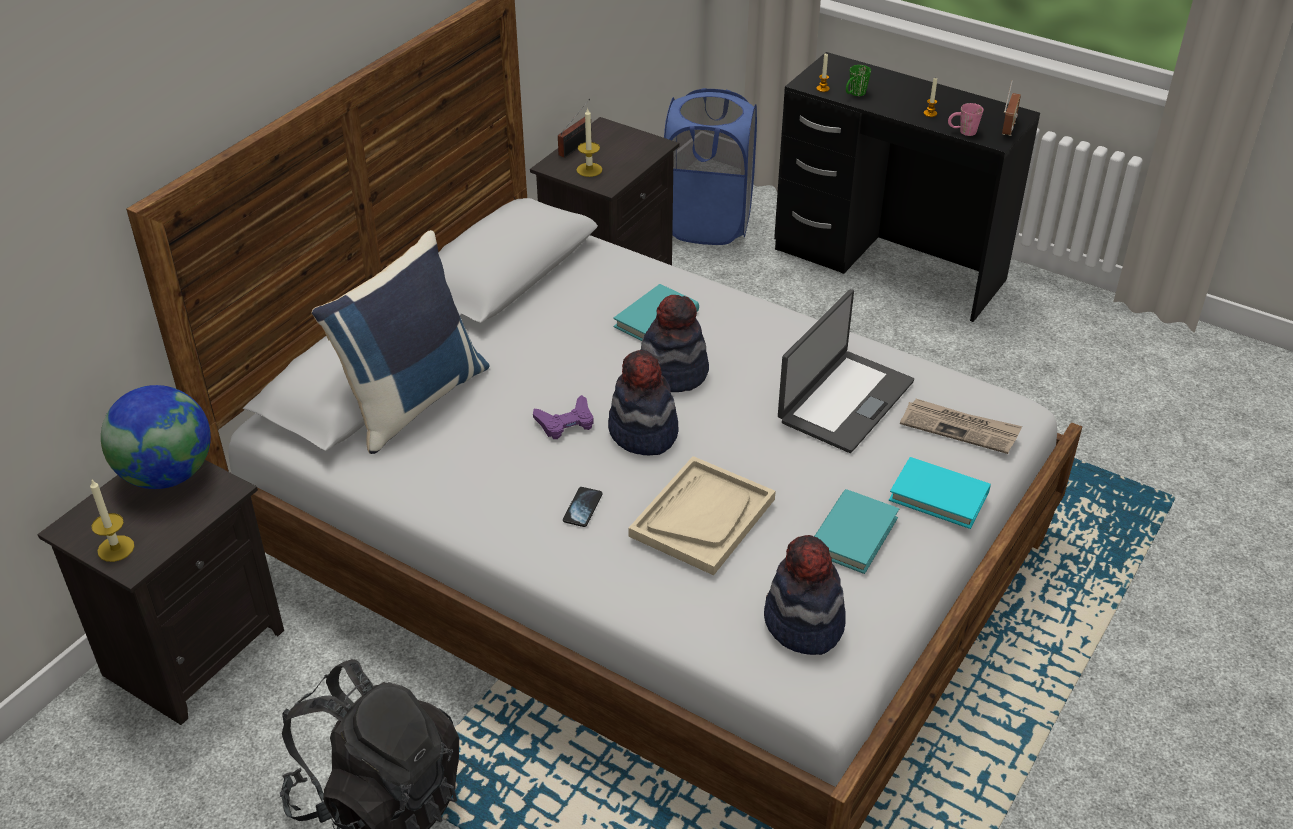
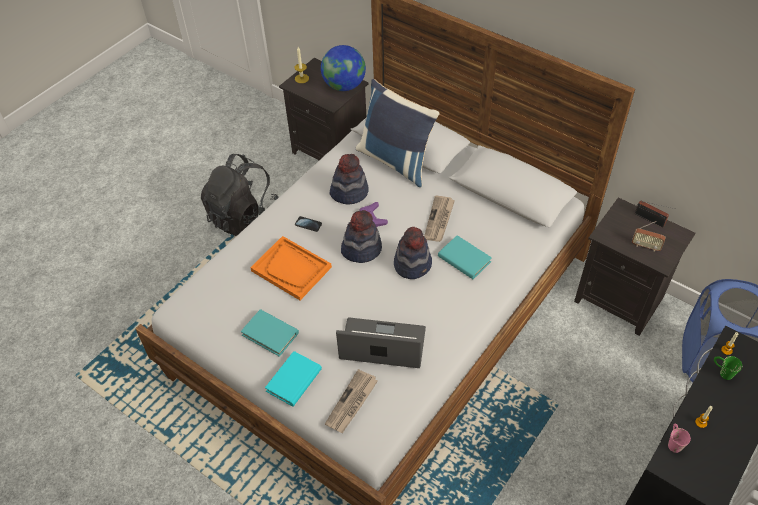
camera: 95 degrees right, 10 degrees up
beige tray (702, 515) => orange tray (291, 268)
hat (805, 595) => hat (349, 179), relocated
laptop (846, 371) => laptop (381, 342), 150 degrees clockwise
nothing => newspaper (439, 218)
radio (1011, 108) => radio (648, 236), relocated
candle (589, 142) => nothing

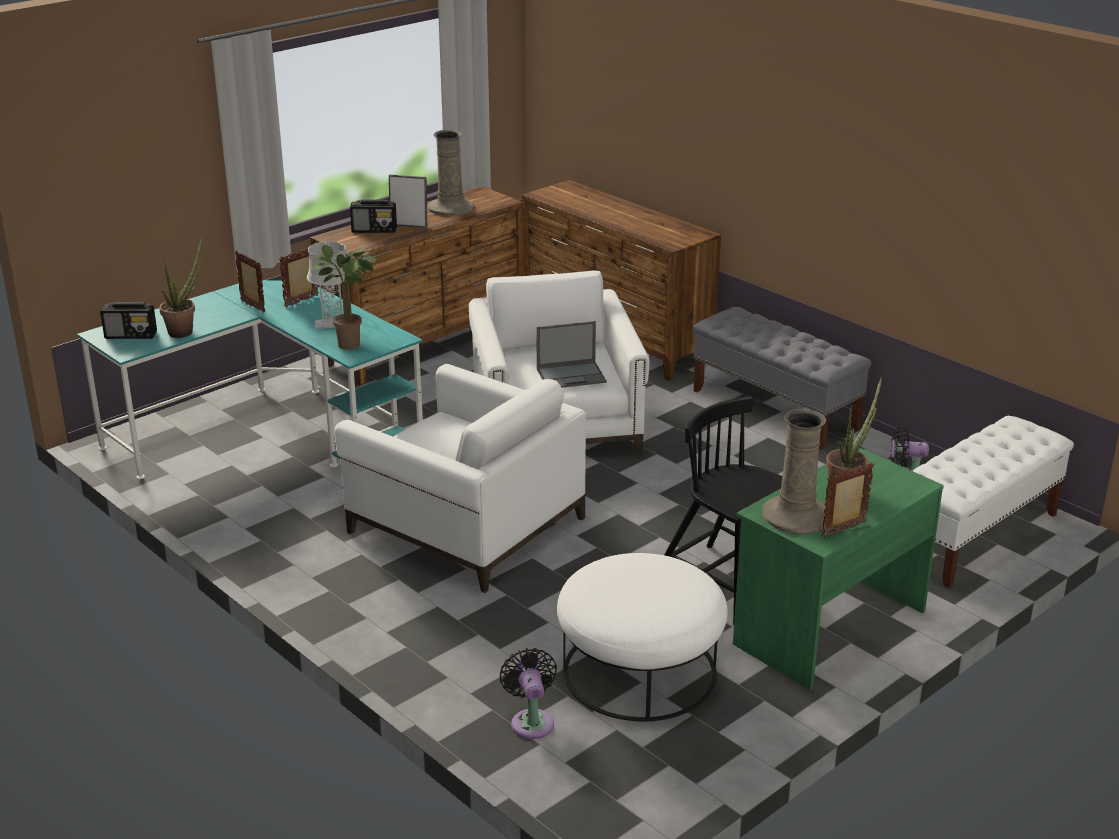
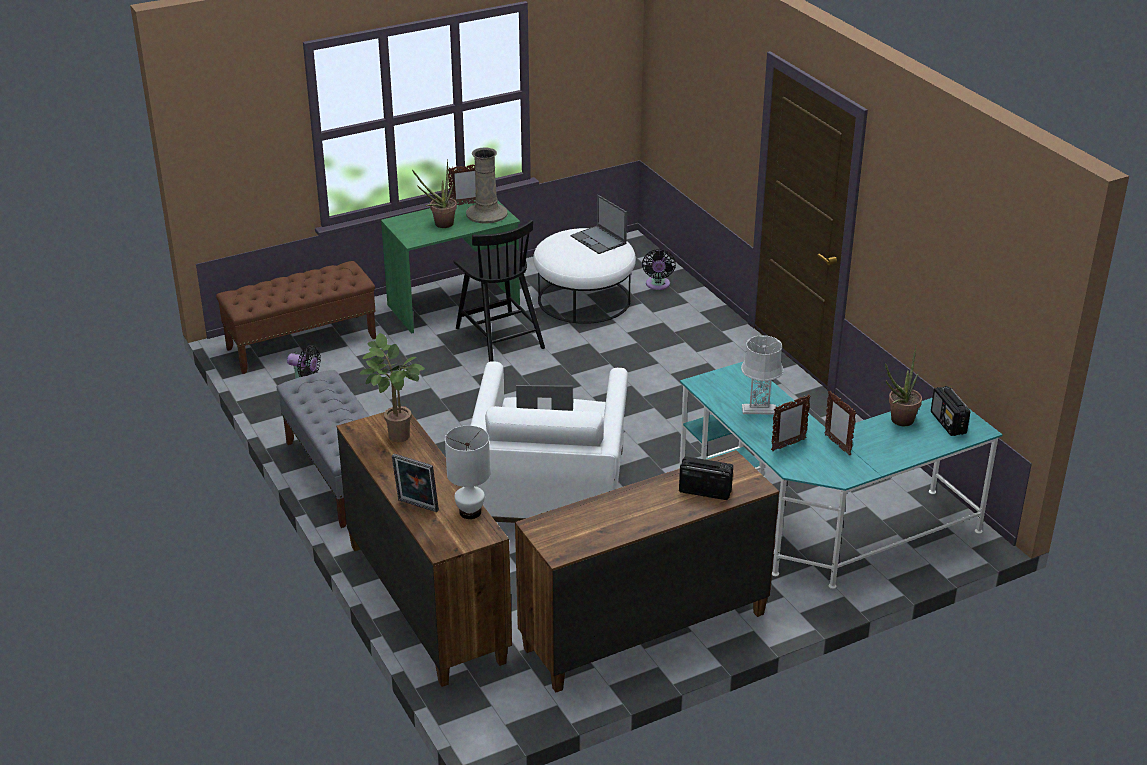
camera: 165 degrees left, 5 degrees up
white bench (993, 502) => brown bench (296, 317)
potted plant (344, 297) => potted plant (392, 387), relocated
picture frame (408, 201) => picture frame (415, 483), relocated
nothing => white table lamp (467, 472)
nothing => laptop (599, 224)
radio (128, 320) => radio (950, 411), 120 degrees counterclockwise
white armchair (460, 478) => nothing
beige vase (451, 173) => nothing

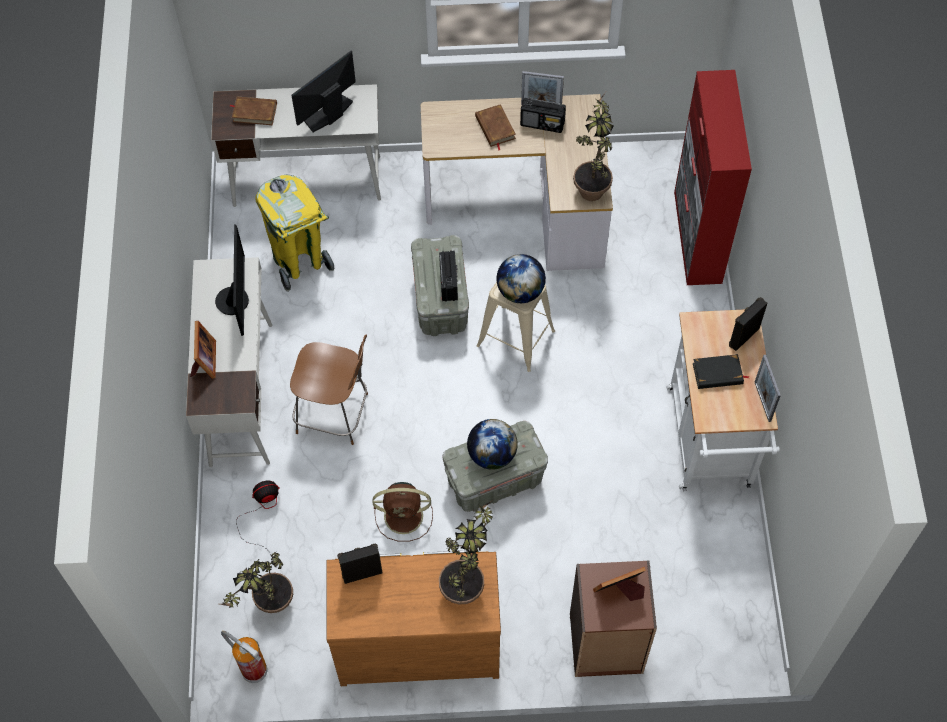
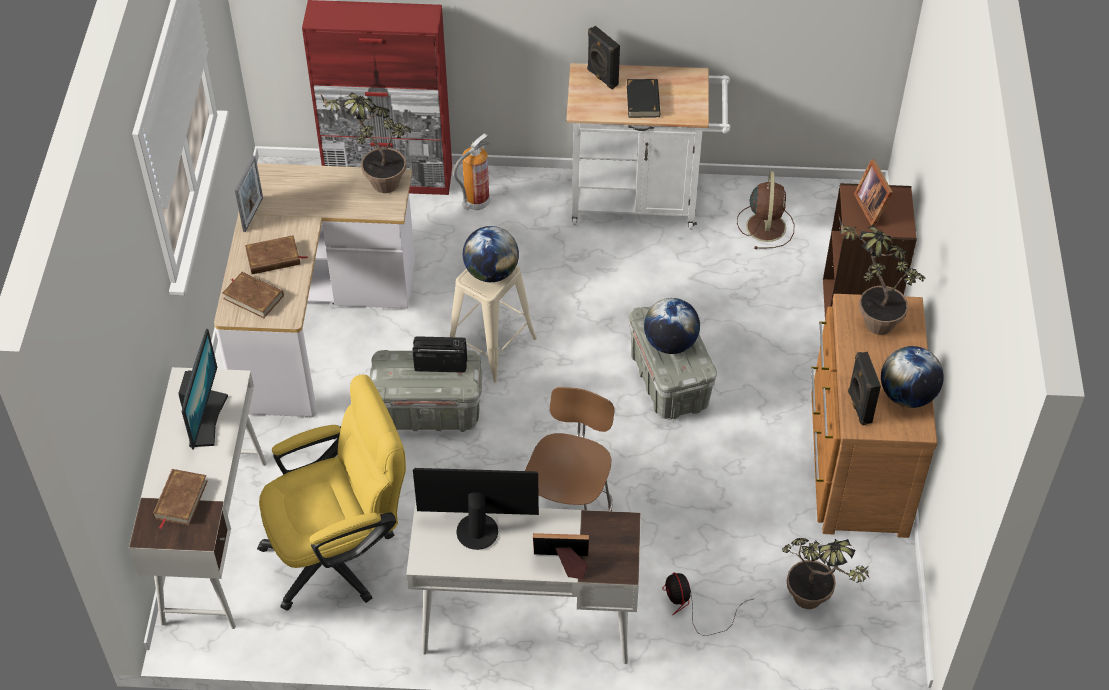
camera: 85 degrees left, 10 degrees down
monitor (323, 91) => monitor (203, 389), 135 degrees counterclockwise
nothing => brown book (253, 295)
yellow trash can (294, 233) => yellow office chair (331, 492)
fire extinguisher (244, 657) => fire extinguisher (471, 171), relocated
brown fan (402, 512) => brown fan (765, 210), relocated
nothing => globe (912, 377)
radio (543, 115) => nothing
picture frame (768, 388) => nothing

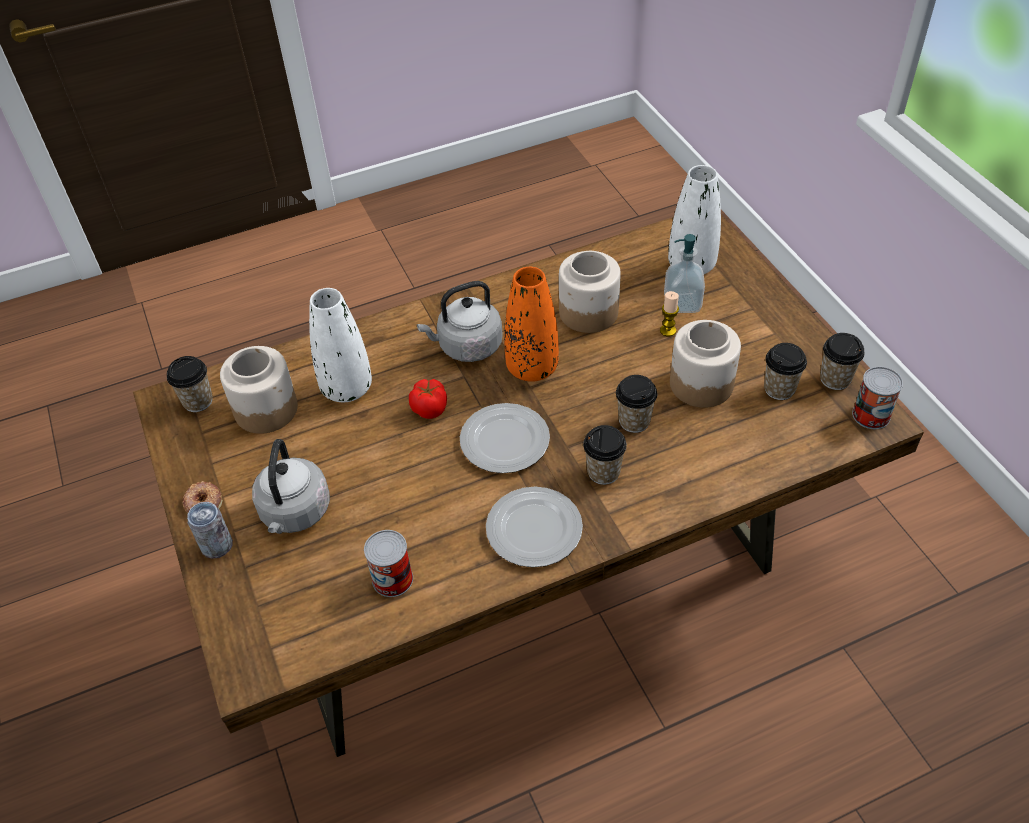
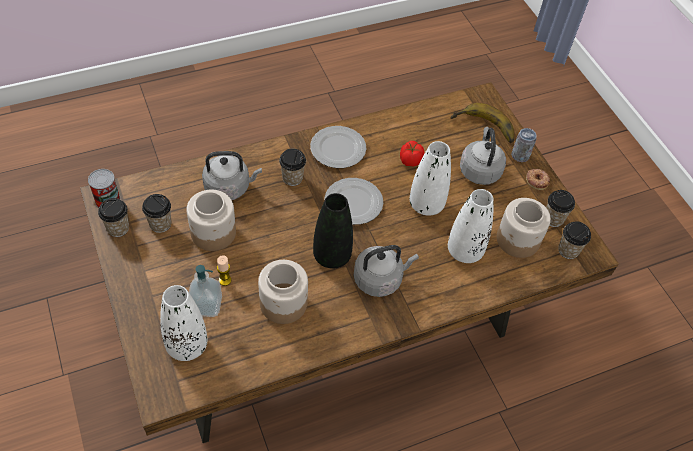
camera: 175 degrees right, 5 degrees up
nothing => grey kettle (232, 175)
orange vase (532, 324) => black vase (333, 231)
tomato (428, 399) => tomato (412, 154), relocated
nothing => white vase (430, 178)
nothing => banana (482, 123)
cup (636, 404) => cup (560, 208), relocated
can (388, 563) => nothing

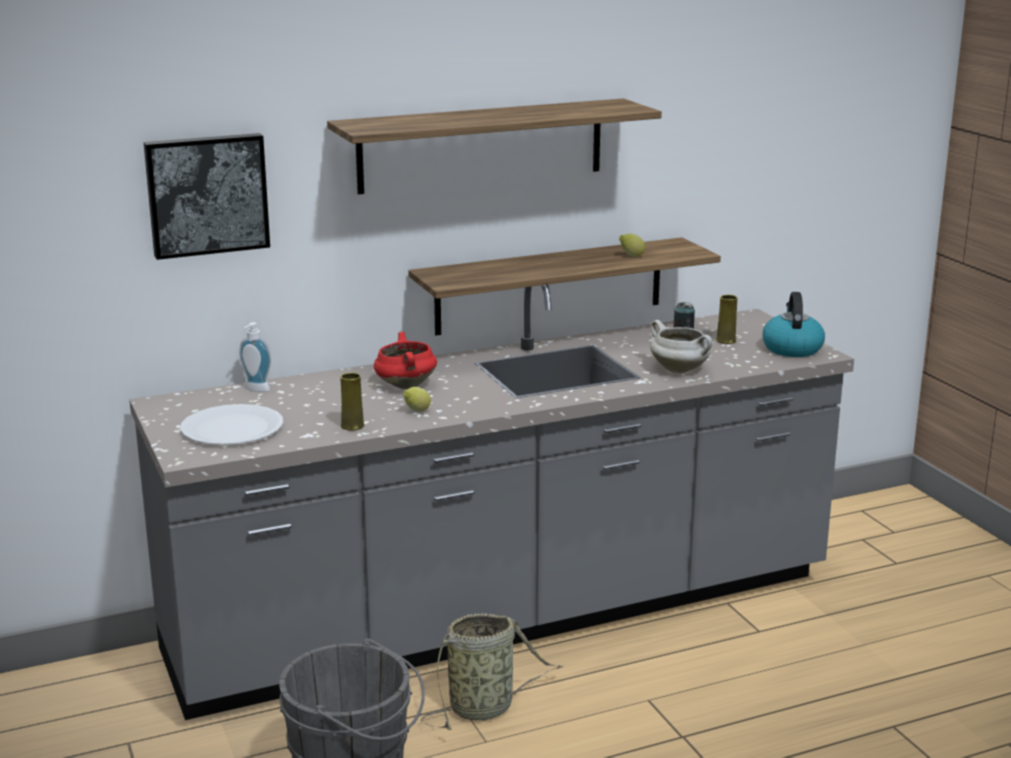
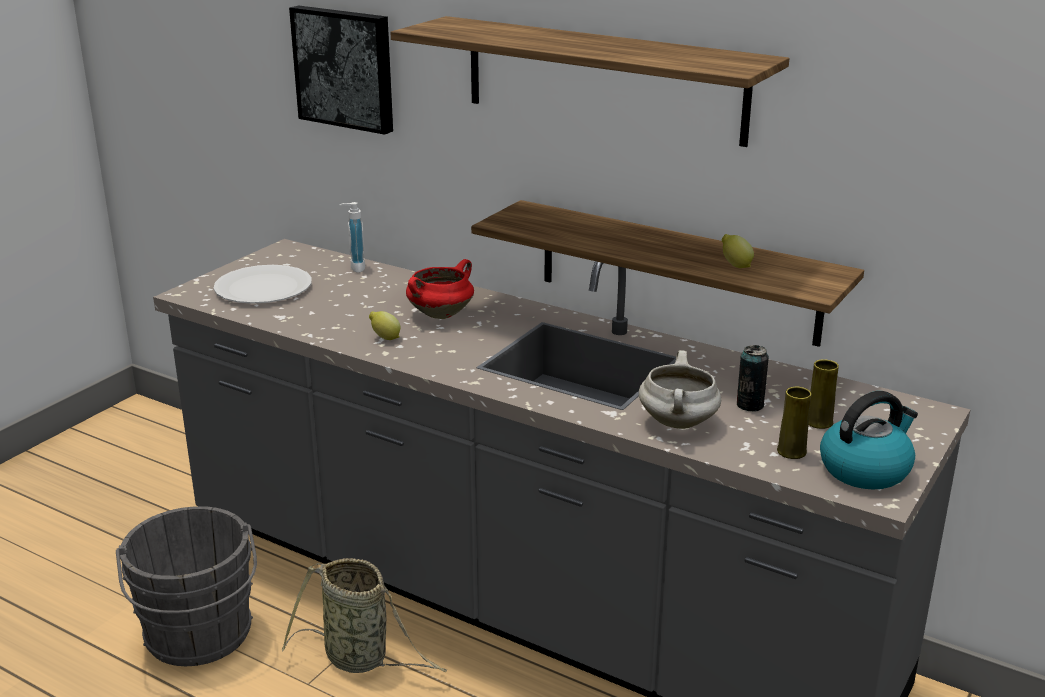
camera: 55 degrees right, 5 degrees up
yellow vase (352, 401) => yellow vase (794, 423), relocated

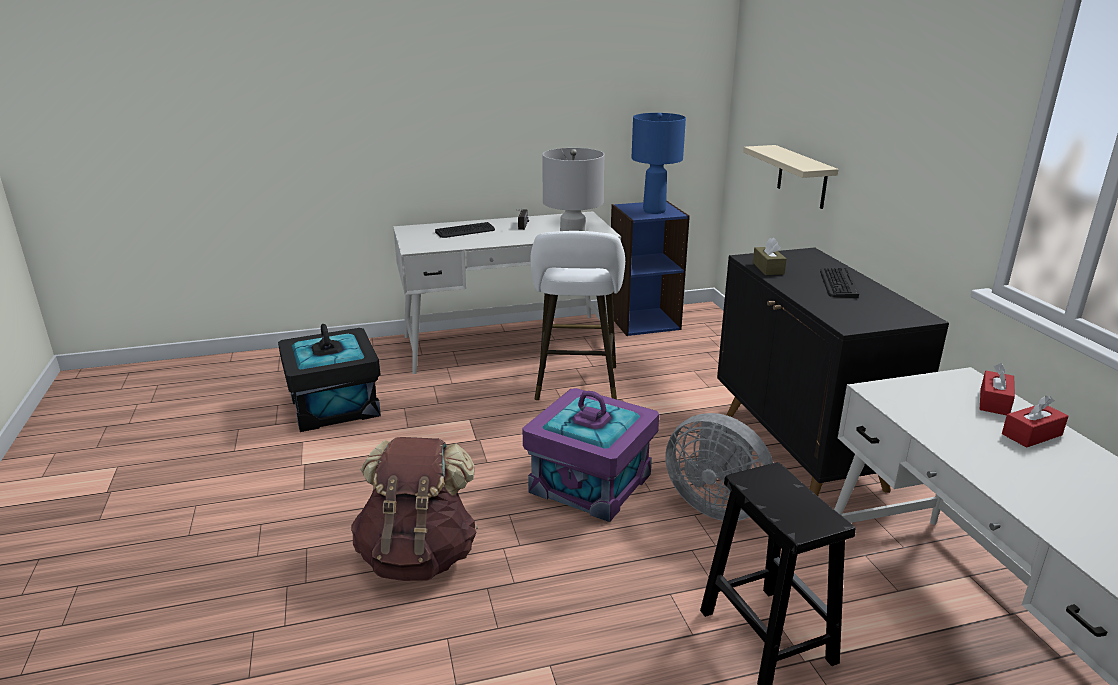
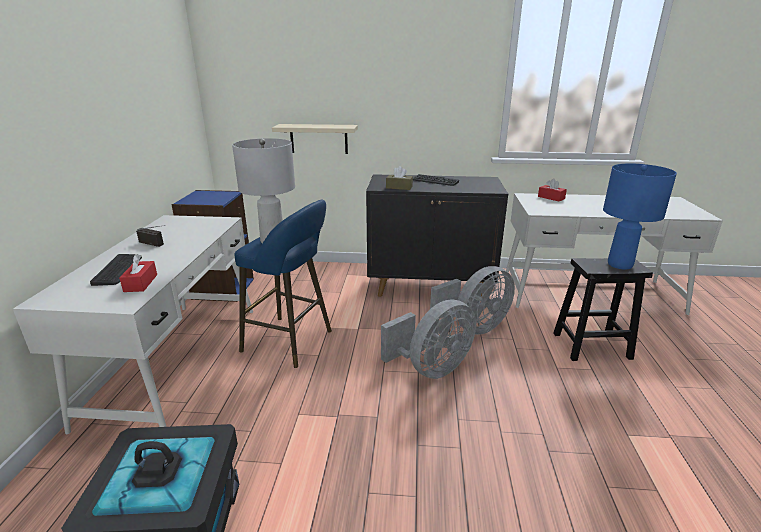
camera: 70 degrees left, 0 degrees up
red tissue box (1035, 422) => red tissue box (138, 273), relocated
white stool (577, 315) => blue stool (283, 284)
purple storage box (590, 455) => grey fan (428, 339)
blue table lamp (658, 163) => blue table lamp (640, 217), relocated
brown backpack (414, 509) => nothing

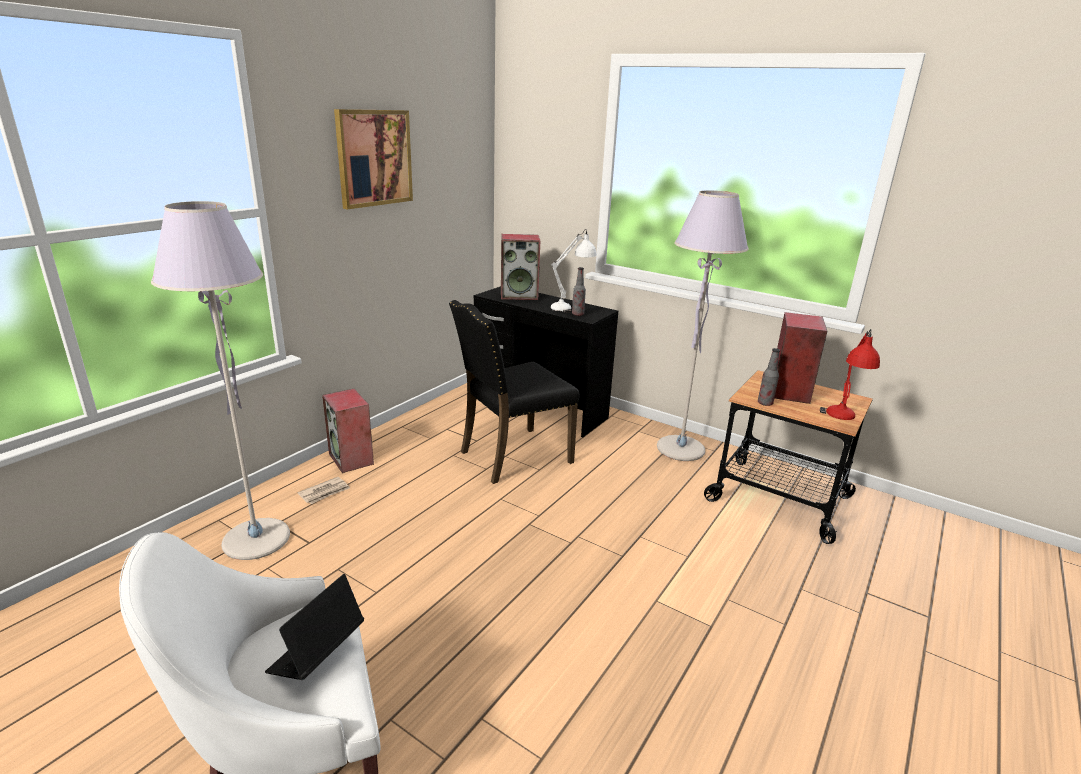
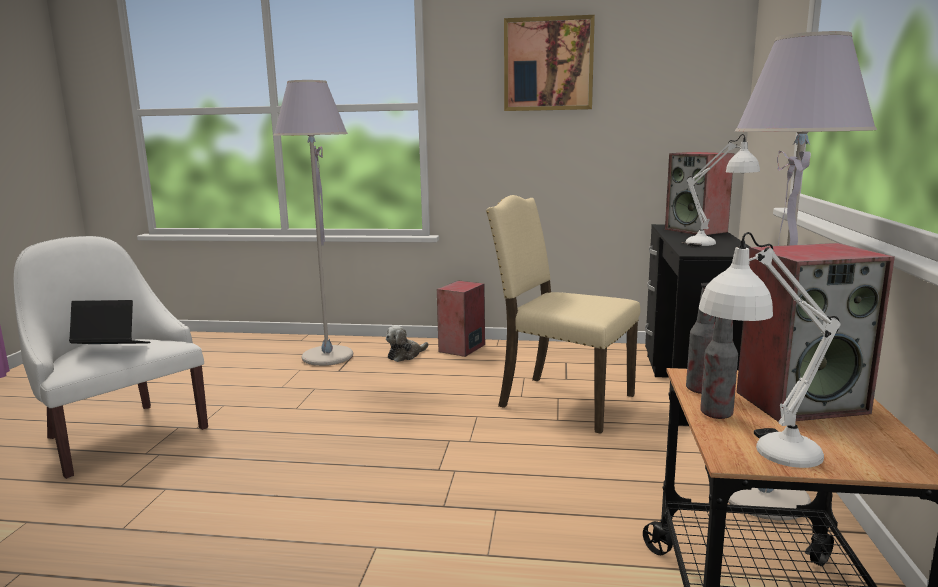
camera: 65 degrees right, 10 degrees down
newspaper (323, 490) => plush toy (407, 344)
black chair (514, 392) => beige chair (563, 314)
red table lamp (850, 374) => white table lamp (770, 350)
bottle (579, 291) => bottle (719, 368), relocated

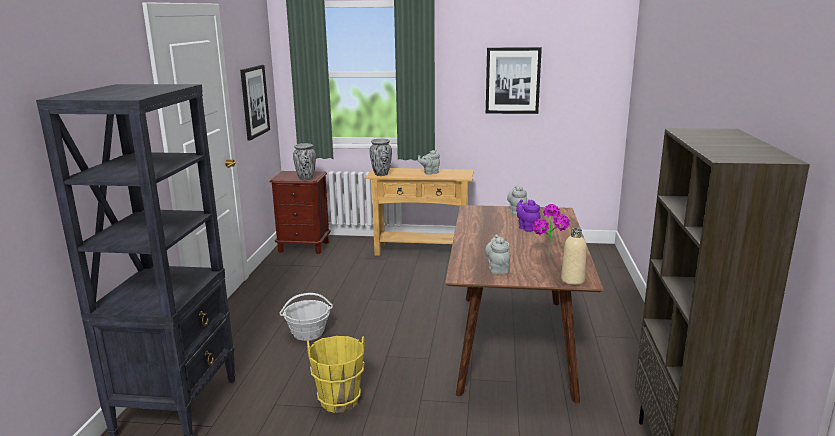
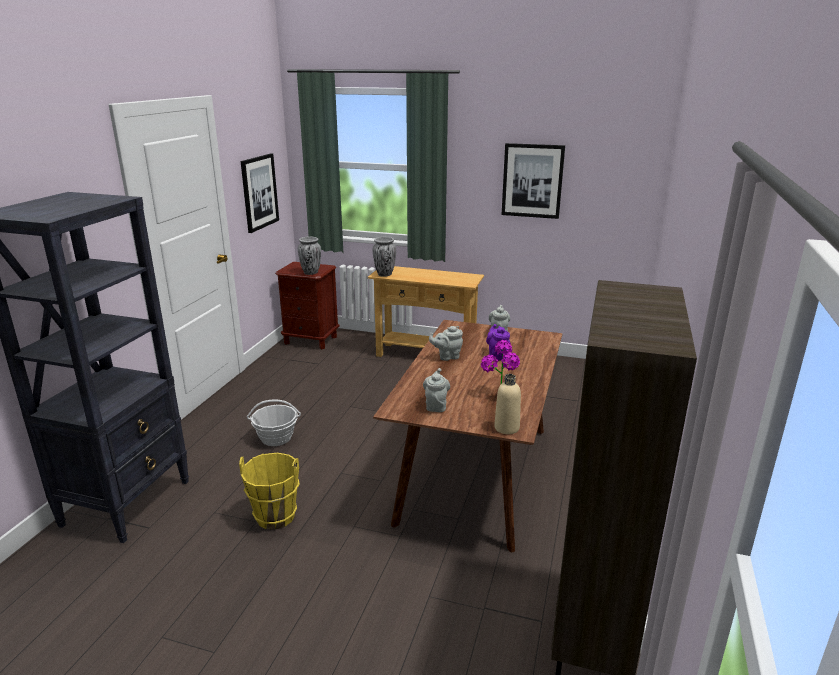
camera: 10 degrees right, 5 degrees up
grey teapot (429, 162) => grey teapot (446, 343), relocated

